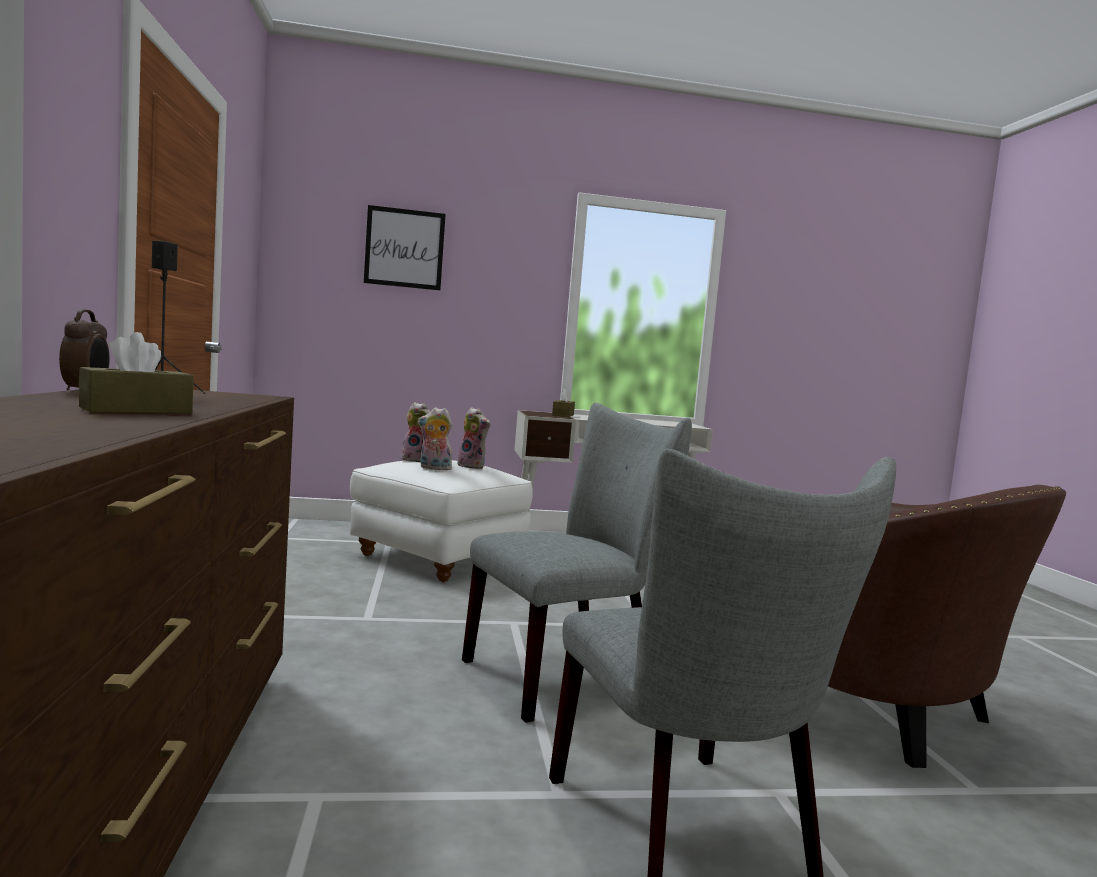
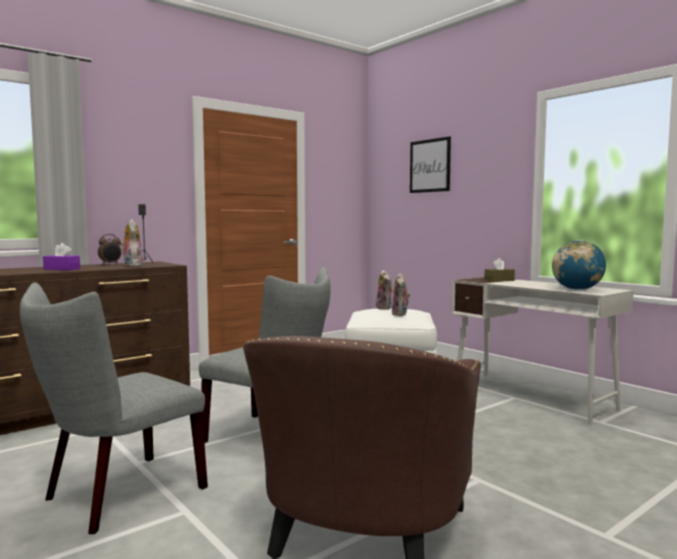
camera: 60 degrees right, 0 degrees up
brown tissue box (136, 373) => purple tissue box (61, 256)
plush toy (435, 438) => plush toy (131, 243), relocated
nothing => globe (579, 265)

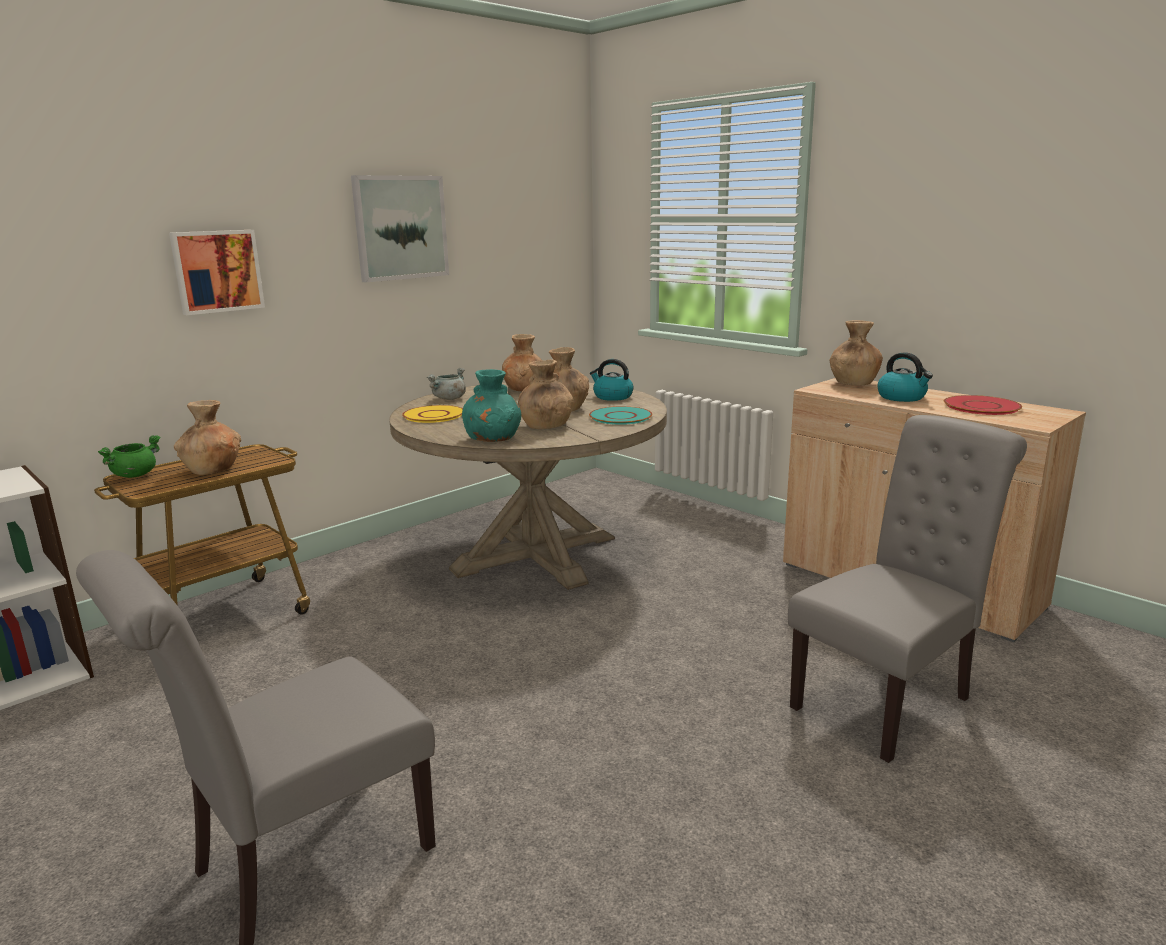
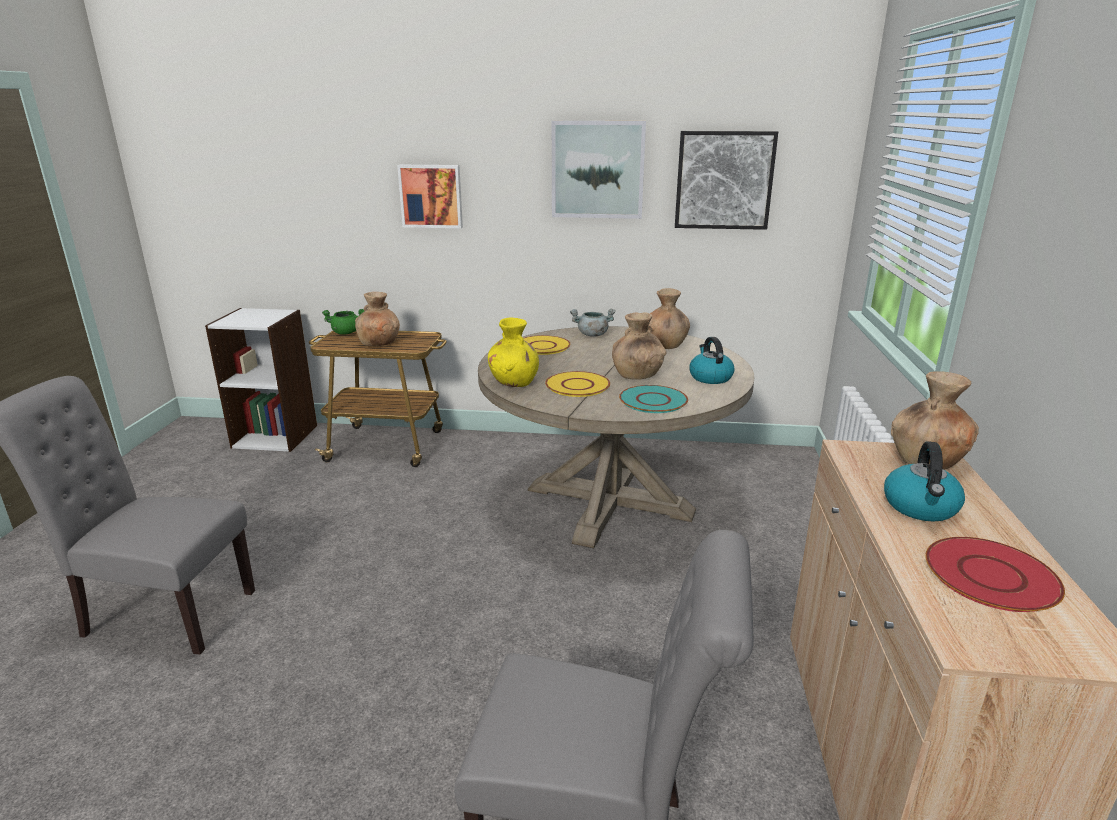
camera: 50 degrees right, 5 degrees up
turquoise vase (491, 405) => yellow vase (513, 352)
brown vase (546, 394) => yellow plate (577, 384)
nothing => picture (726, 180)

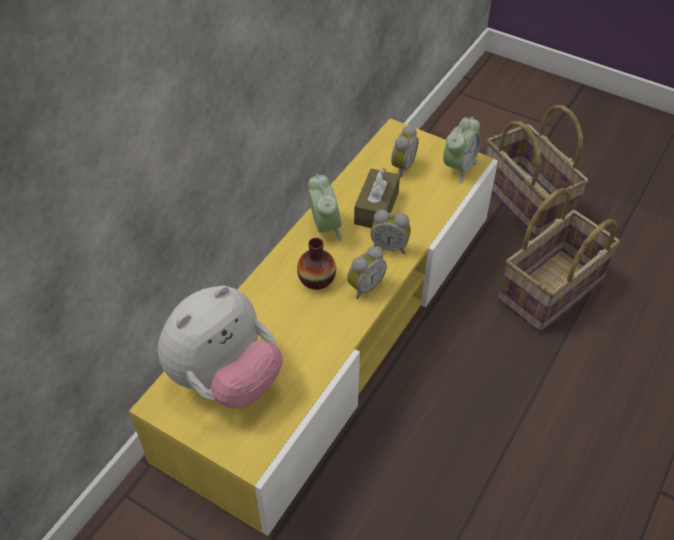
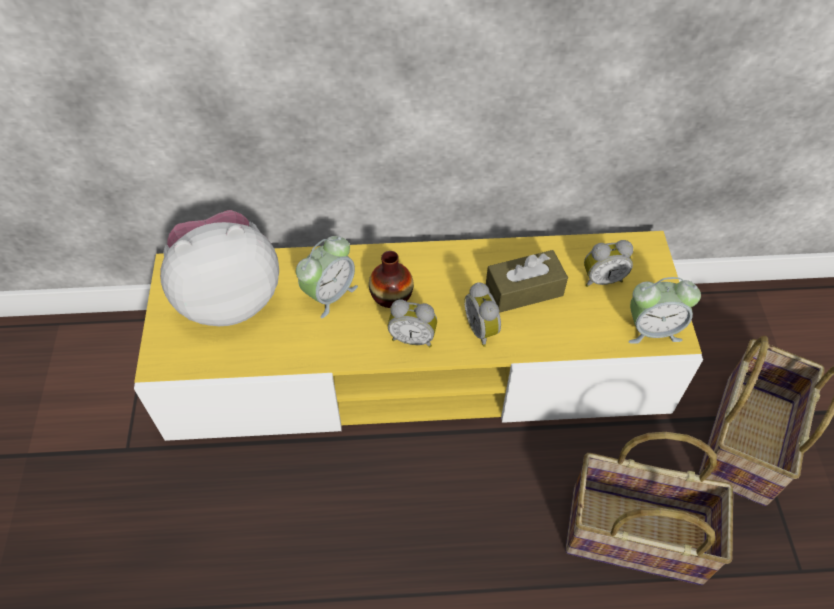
camera: 55 degrees right, 5 degrees up
plush toy (220, 346) => plush toy (219, 268), 150 degrees clockwise
alarm clock (325, 207) => alarm clock (327, 277), relocated

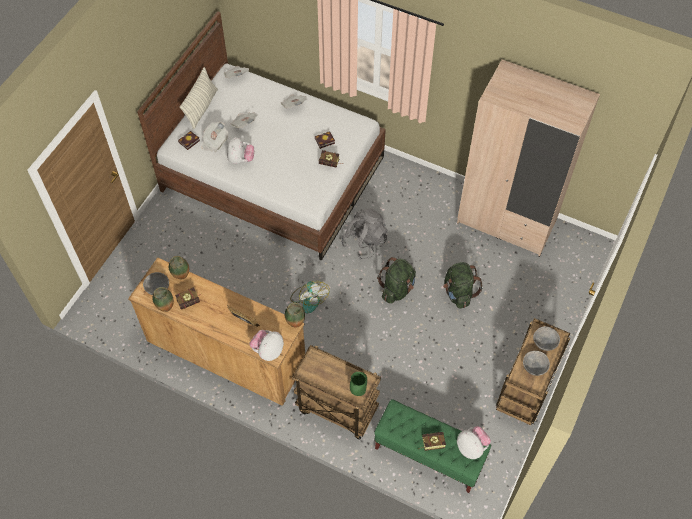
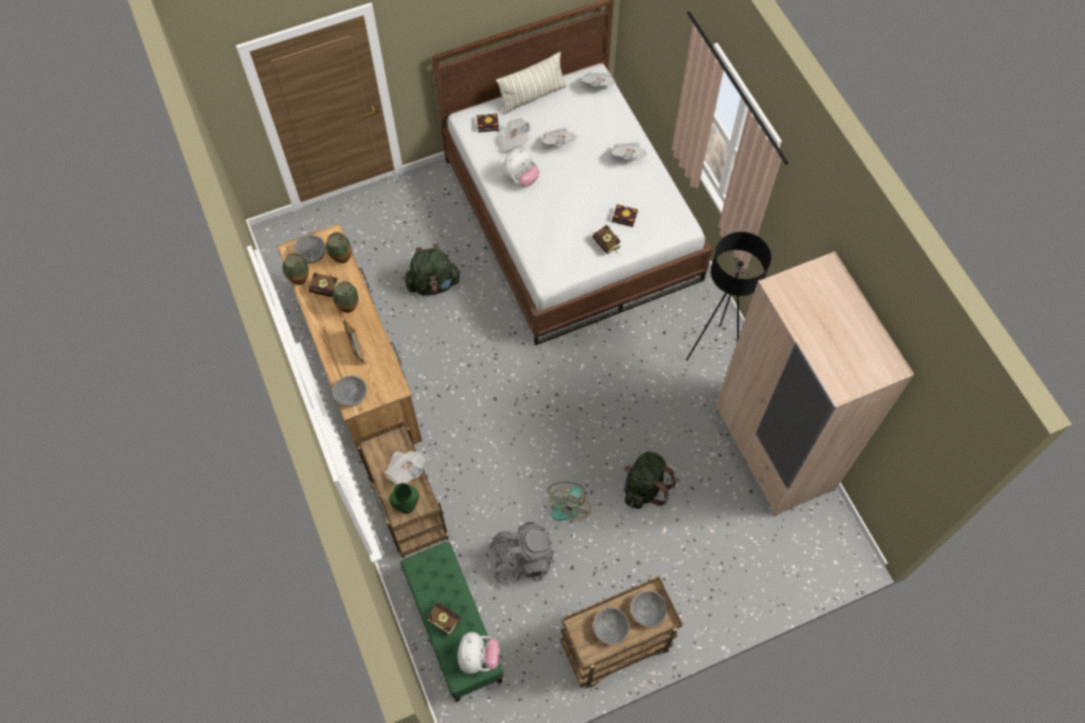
camera: 40 degrees right, 5 degrees up
vase (294, 315) => vase (345, 297), relocated
plush toy (266, 345) => grey bowl (349, 391)
nothing => newspaper (405, 468)
green backpack (396, 280) => green backpack (433, 269), relocated
grey backpack (364, 233) => grey backpack (521, 554), relocated
fan (310, 297) => fan (569, 501), relocated
nothing => black floor lamp (728, 296)

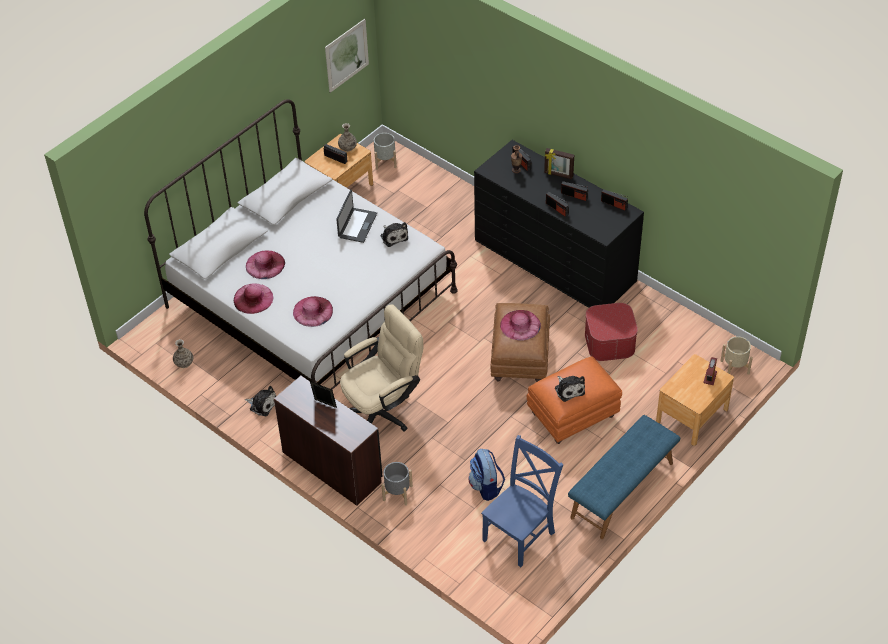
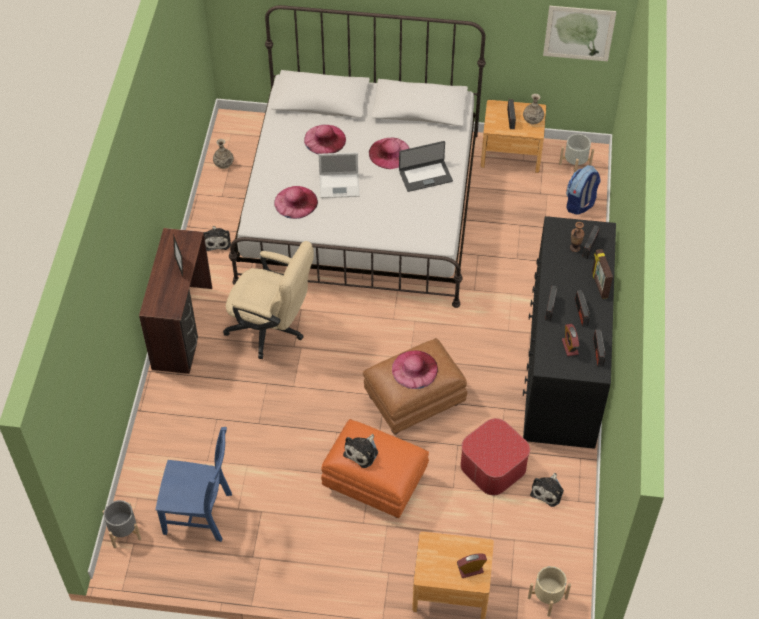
camera: 55 degrees right, 5 degrees up
grey planter (397, 483) => grey planter (122, 524), relocated
nothing => laptop (338, 175)
pink hat (254, 298) => pink hat (389, 153), relocated
plush toy (394, 234) => plush toy (547, 490), relocated
nothing => alarm clock (570, 340)
backpack (487, 475) => backpack (583, 190), relocated
blue bench (624, 477) => nothing

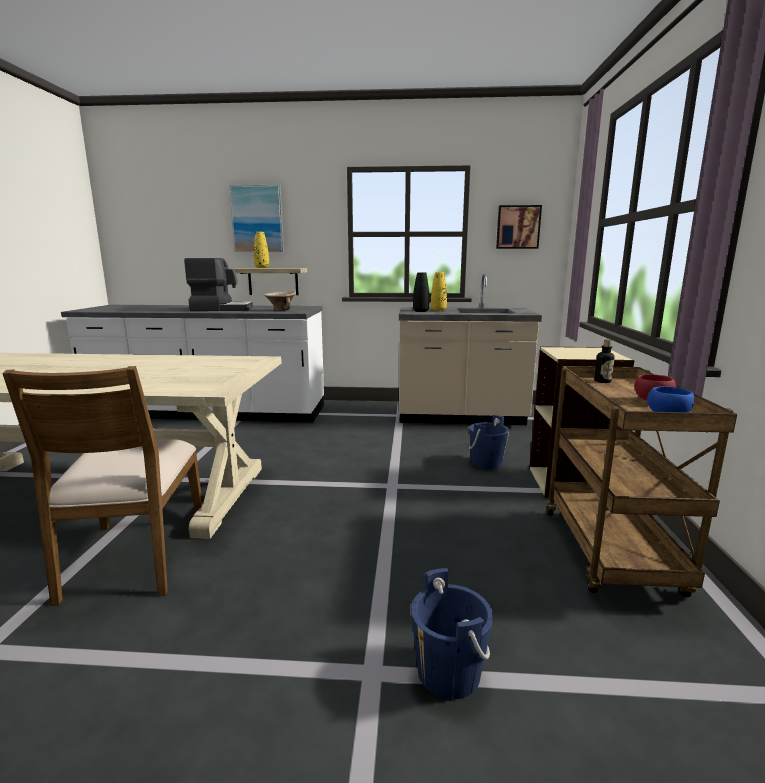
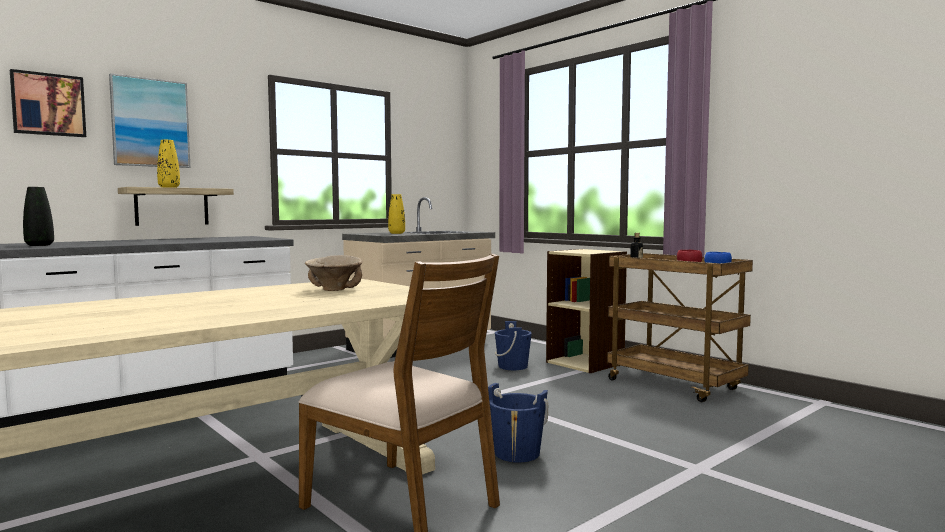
camera: 45 degrees left, 10 degrees down
picture (519, 227) => picture (48, 103), relocated
black vase (421, 292) => black vase (38, 216), relocated
beige bowl (280, 301) => beige bowl (334, 273), relocated
blue bucket (452, 633) => blue bucket (518, 423), relocated
coffee machine (218, 284) => nothing

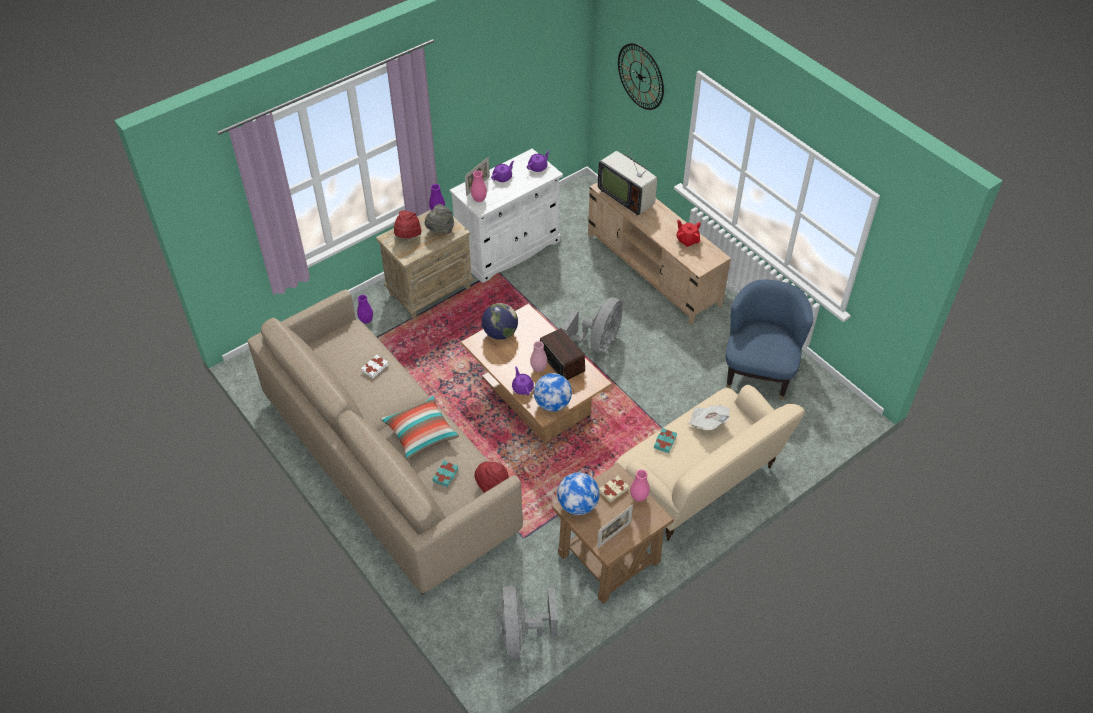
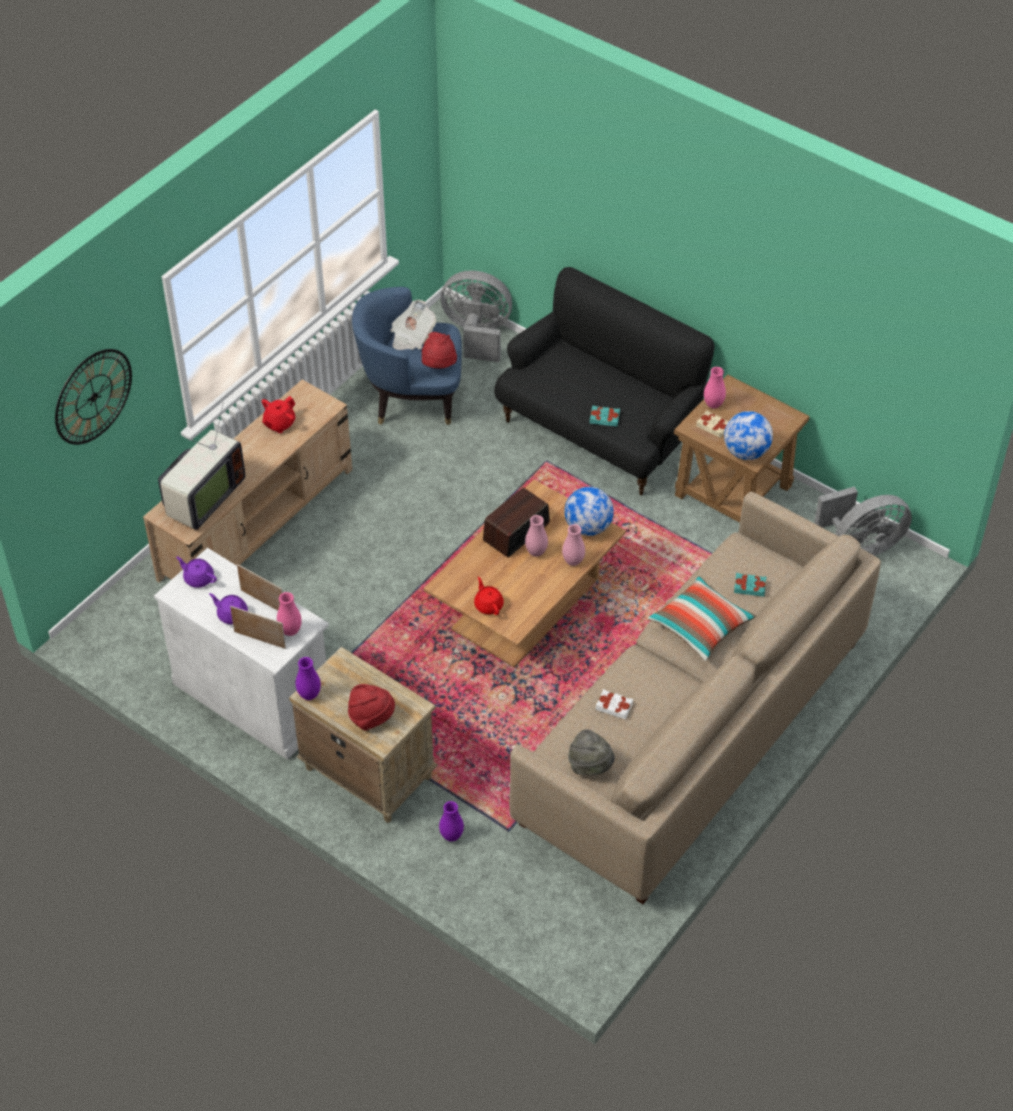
camera: 105 degrees left, 0 degrees up
picture frame (615, 526) => picture frame (260, 587), relocated
newspaper (709, 417) => newspaper (413, 325), relocated
red hat (491, 477) => red hat (439, 350), relocated
grey fan (592, 325) => grey fan (476, 316), relocated
globe (500, 321) => red teapot (489, 596)
beige sofa (709, 463) => black sofa (604, 381)
purple teapot (523, 381) => pink vase (573, 545)
grey hat (439, 218) => grey hat (591, 752), relocated

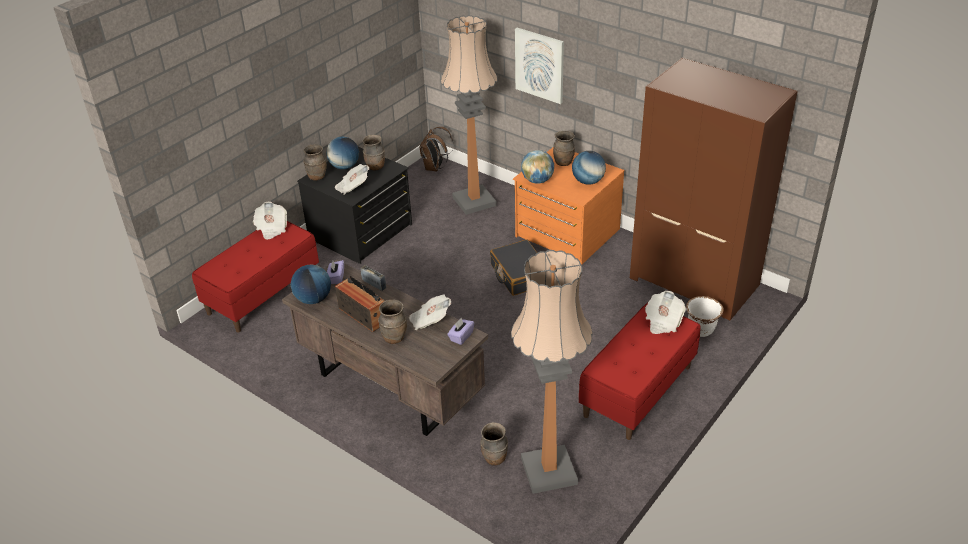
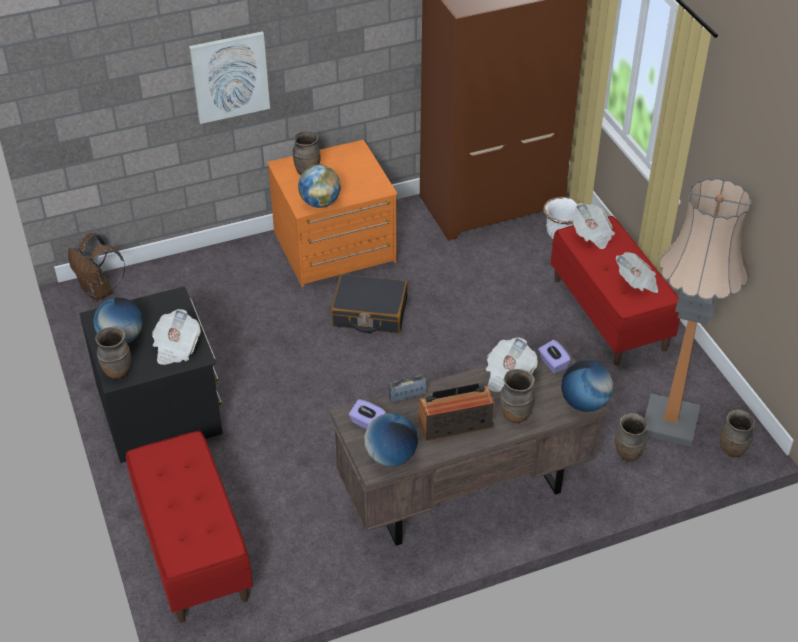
camera: 60 degrees left, 5 degrees up
globe (589, 168) => globe (587, 386), relocated
newspaper (270, 220) => newspaper (637, 272), relocated
brown vase (373, 153) => brown vase (737, 433), relocated
floor lamp (469, 115) => nothing

